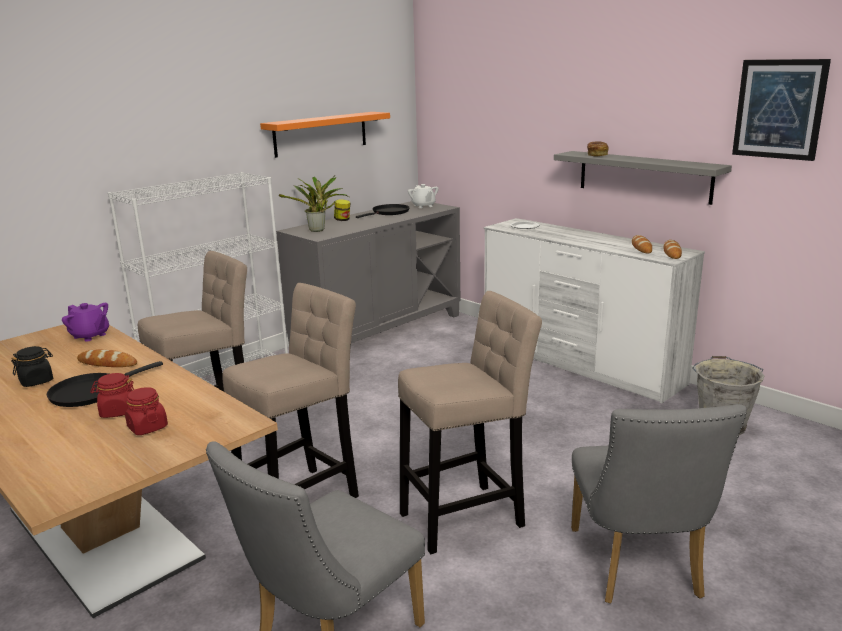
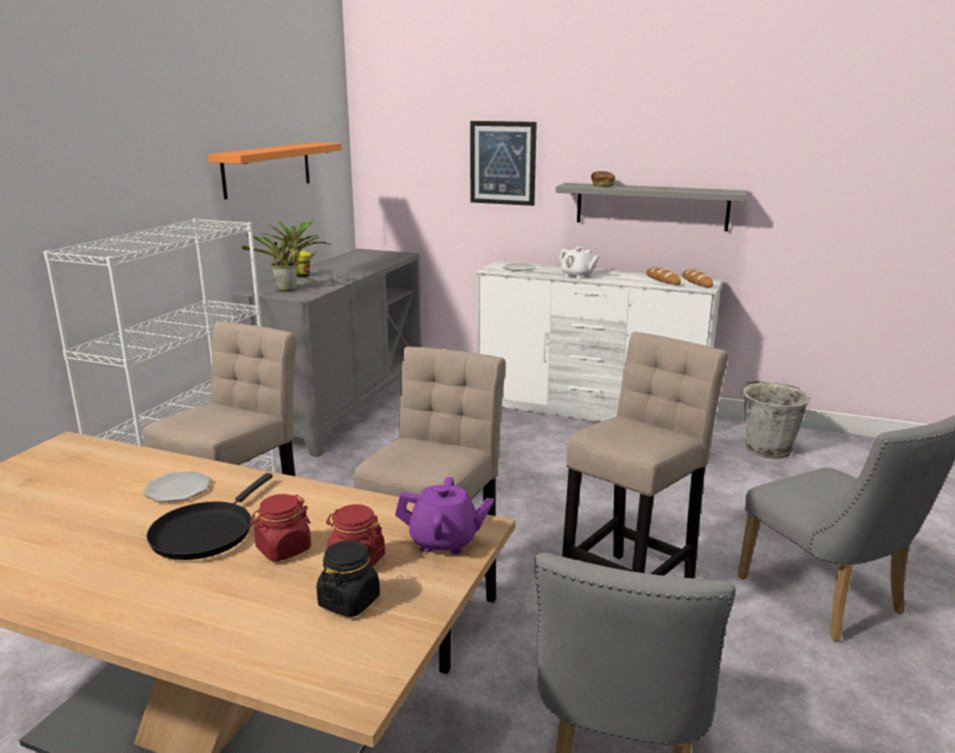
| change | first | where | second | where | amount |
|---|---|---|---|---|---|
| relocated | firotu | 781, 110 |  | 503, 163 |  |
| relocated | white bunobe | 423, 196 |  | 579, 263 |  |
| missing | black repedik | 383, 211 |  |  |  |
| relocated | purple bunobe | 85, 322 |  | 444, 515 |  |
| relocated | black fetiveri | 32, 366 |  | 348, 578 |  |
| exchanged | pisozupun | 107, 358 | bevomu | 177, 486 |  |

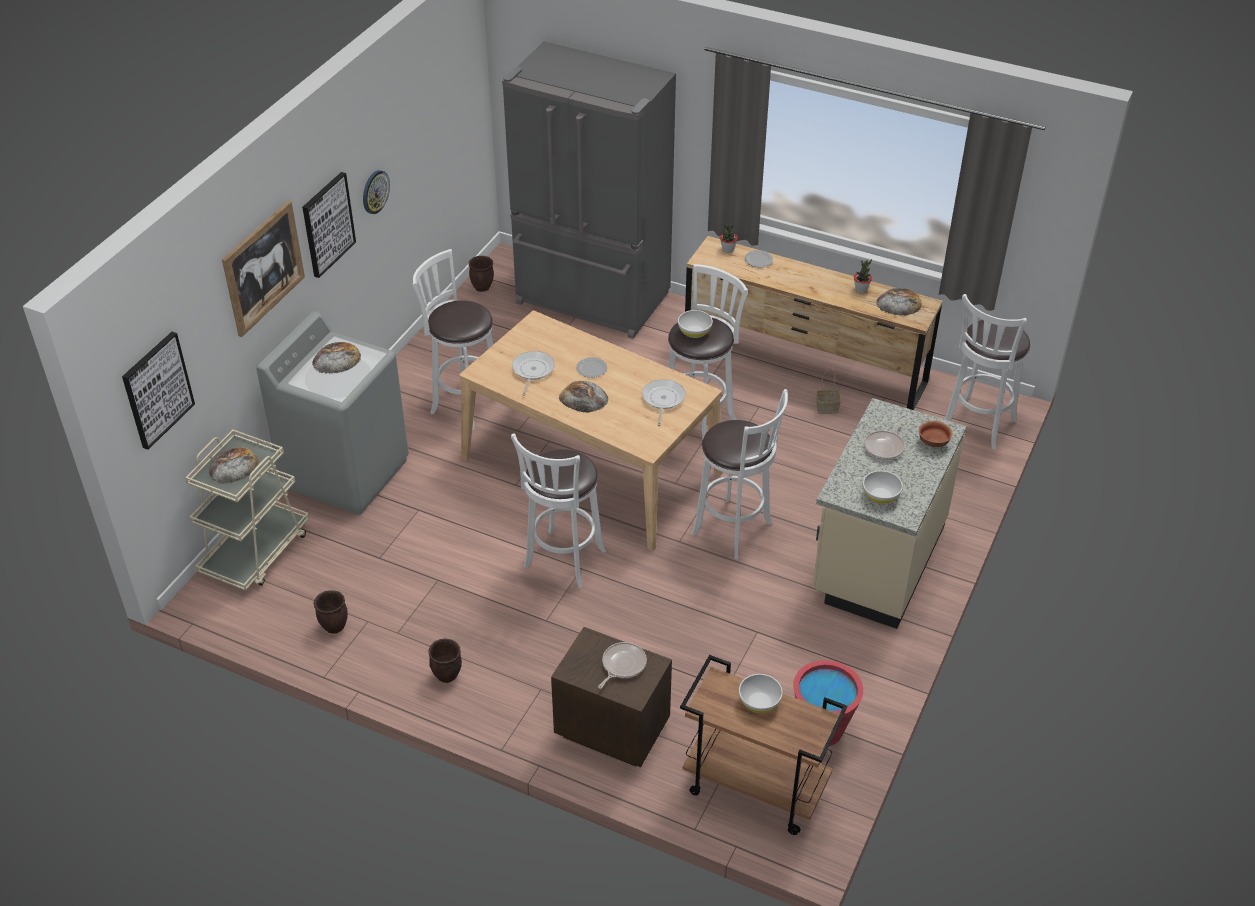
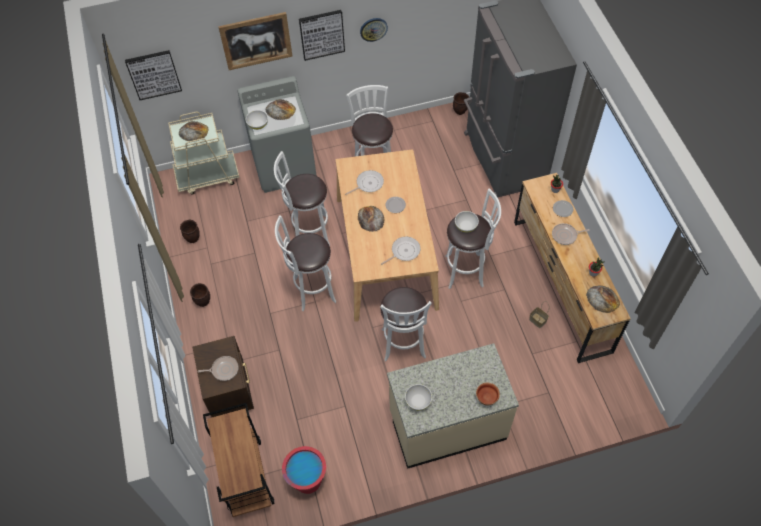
| change | first | where | second | where | amount |
|---|---|---|---|---|---|
| relocated | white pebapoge | 987, 372 |  | 302, 198 |  |
| relocated | repedik | 884, 440 |  | 571, 234 |  |
| relocated | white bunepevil | 761, 693 |  | 257, 120 |  |

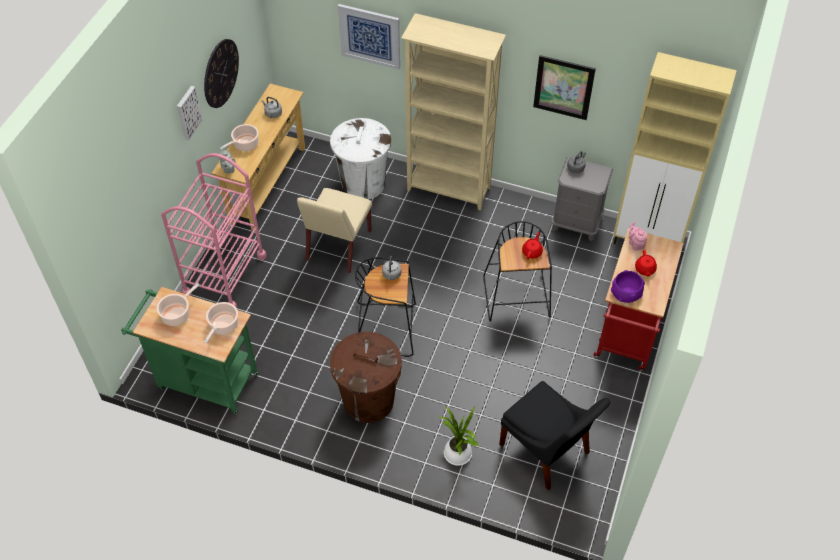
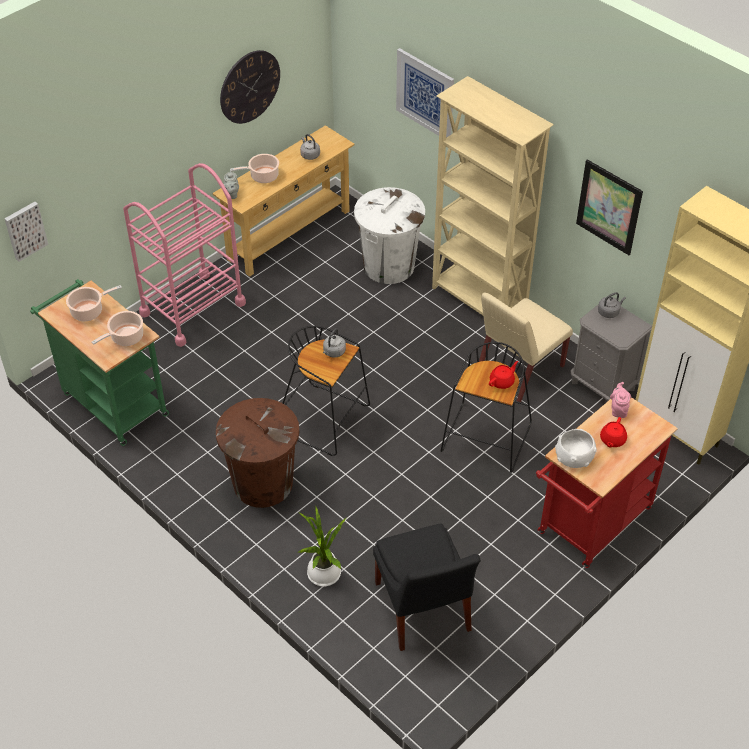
| change | first | where | second | where | amount |
|---|---|---|---|---|---|
| relocated | firotu | 190, 113 |  | 26, 232 |  |
| relocated | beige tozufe | 334, 230 |  | 526, 347 |  |
| colour | purple bunepevil | 628, 286 | white bunepevil | 576, 448 |  |

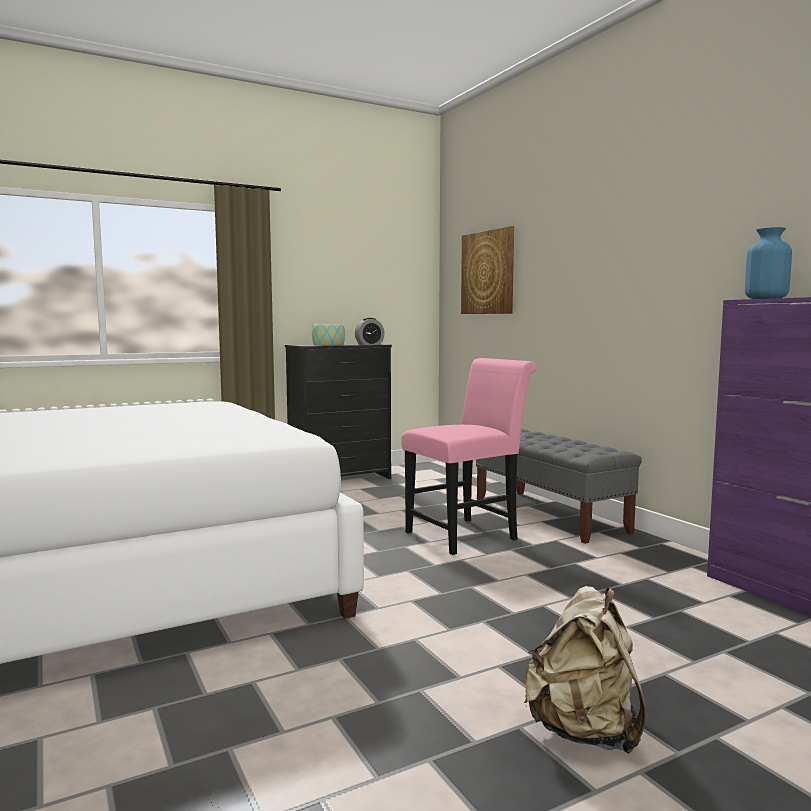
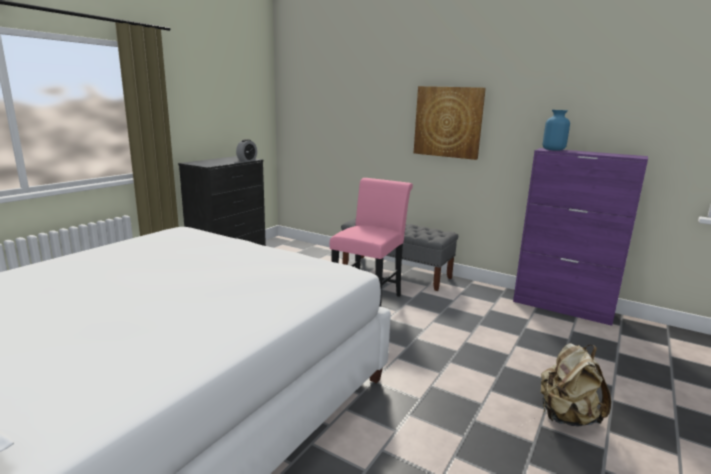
| change | first | where | second | where | amount |
|---|---|---|---|---|---|
| relocated | firotu | 487, 270 |  | 450, 123 |  |
| missing | bunepevil | 328, 334 |  |  |  |

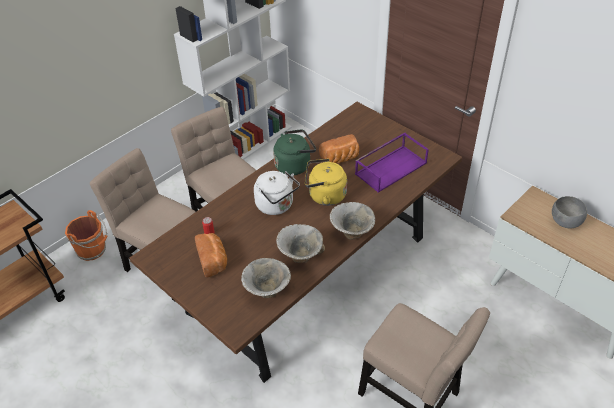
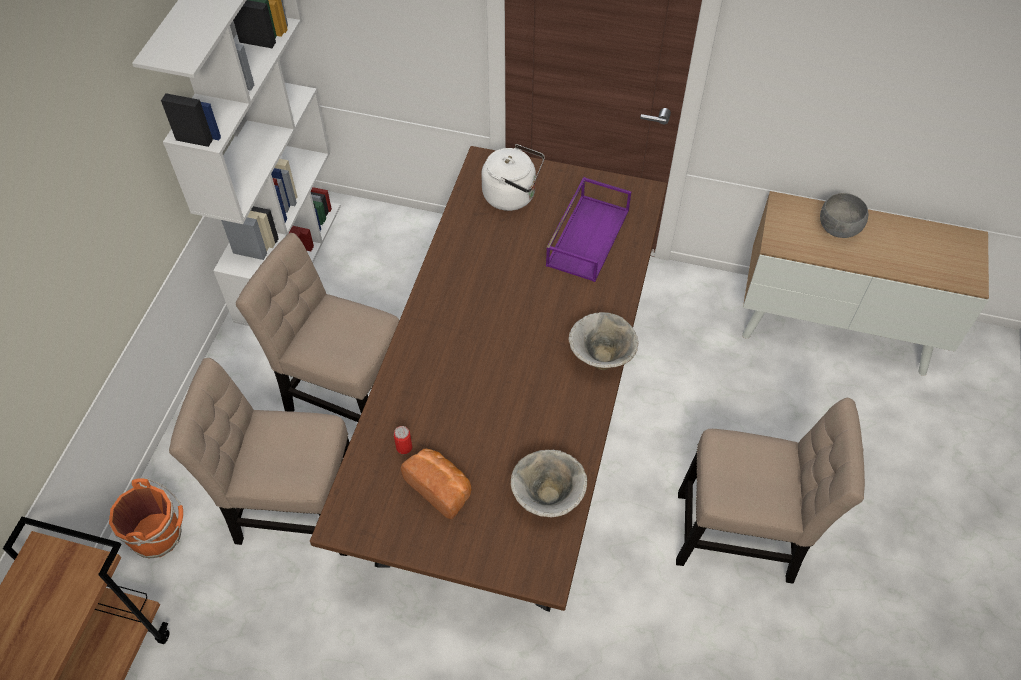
| change | first | where | second | where | amount |
|---|---|---|---|---|---|
| missing | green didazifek | 294, 152 |  |  |  |
| missing | pisozupun | 339, 149 |  |  |  |
| missing | yellow didazifek | 326, 182 |  |  |  |
| relocated | white didazifek | 277, 193 |  | 513, 177 |  |
| missing | bunepevil | 300, 243 |  |  |  |

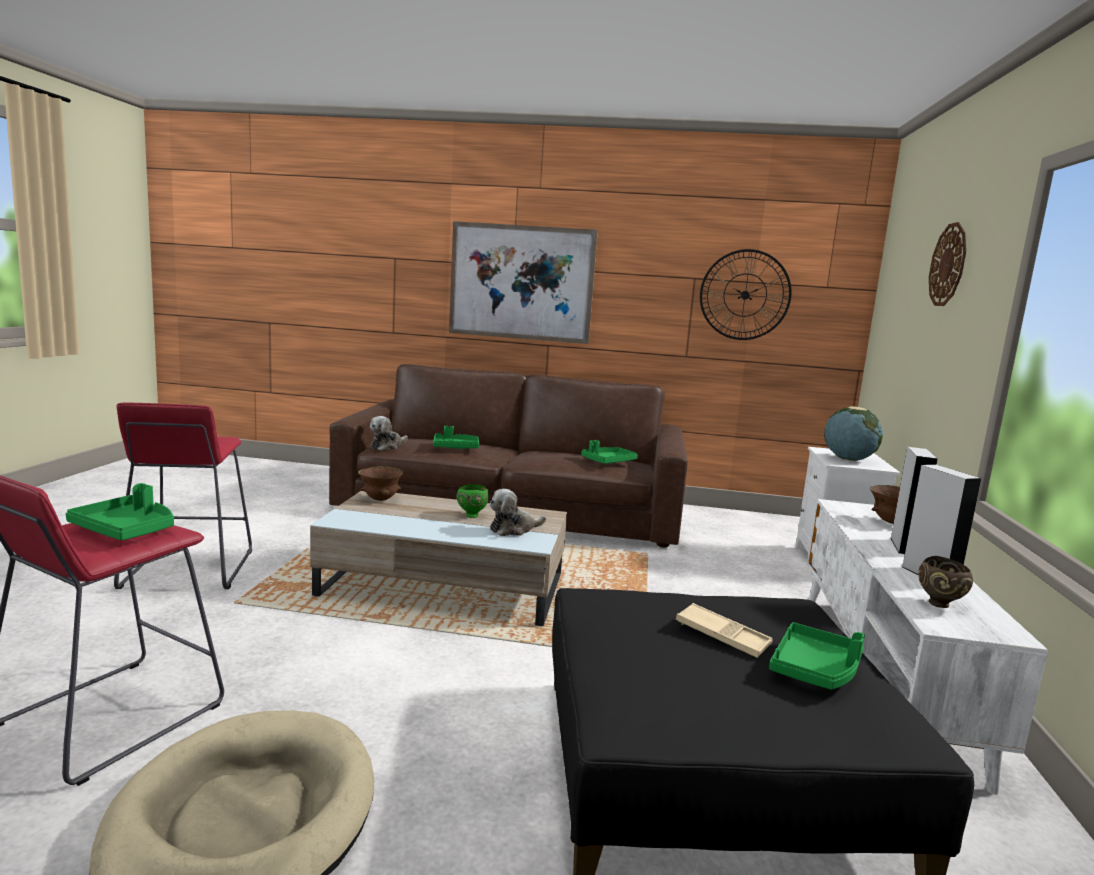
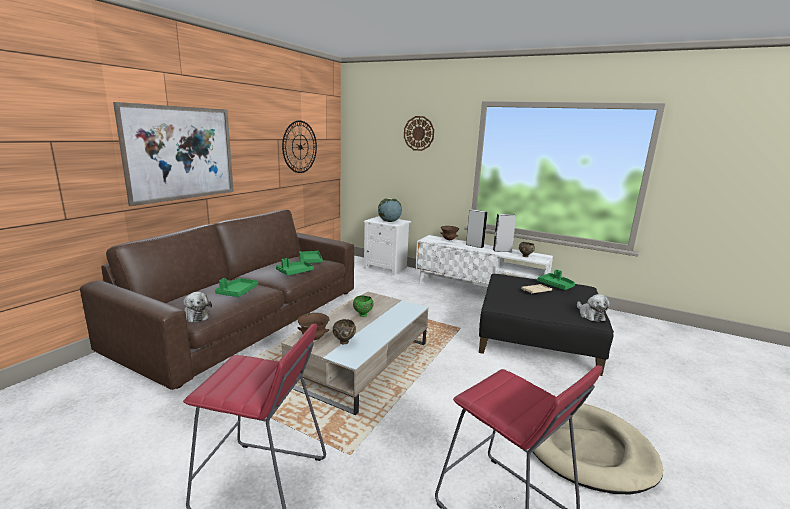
| change | first | where | second | where | amount |
|---|---|---|---|---|---|
| relocated | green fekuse | 120, 512 |  | 295, 267 |  |
| relocated | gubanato | 517, 512 |  | 593, 308 |  |
| appeared |  |  | brown bunepevil | 344, 331 |  |

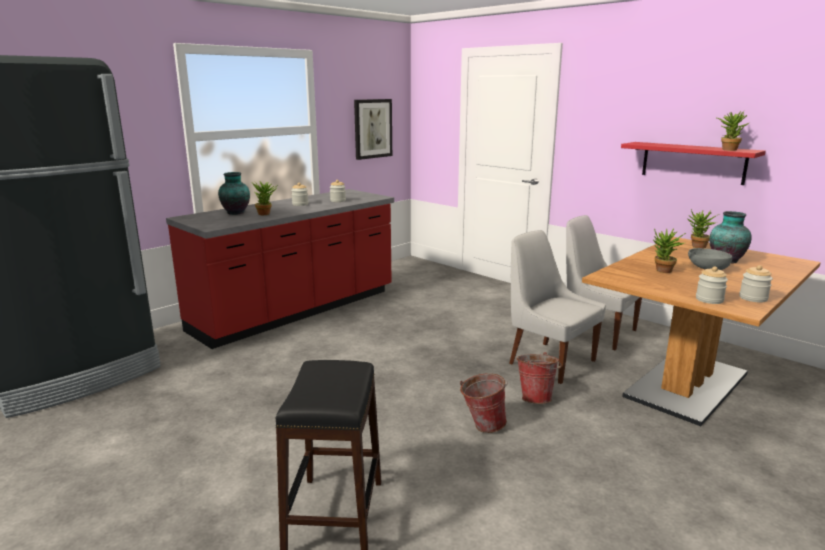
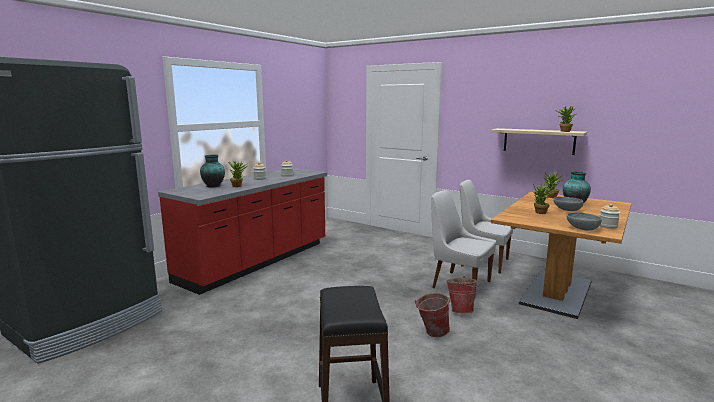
| change | first | where | second | where | amount |
|---|---|---|---|---|---|
| missing | firotu | 373, 129 |  |  |  |
| colour | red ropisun | 693, 163 | beige ropisun | 539, 141 |  |
| exchanged | fetiveri | 712, 285 | grey bunepevil | 584, 221 |  |

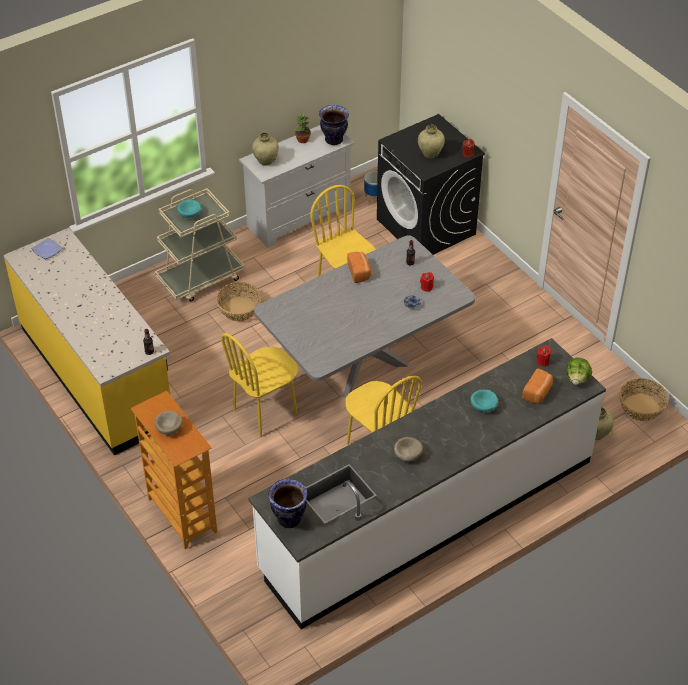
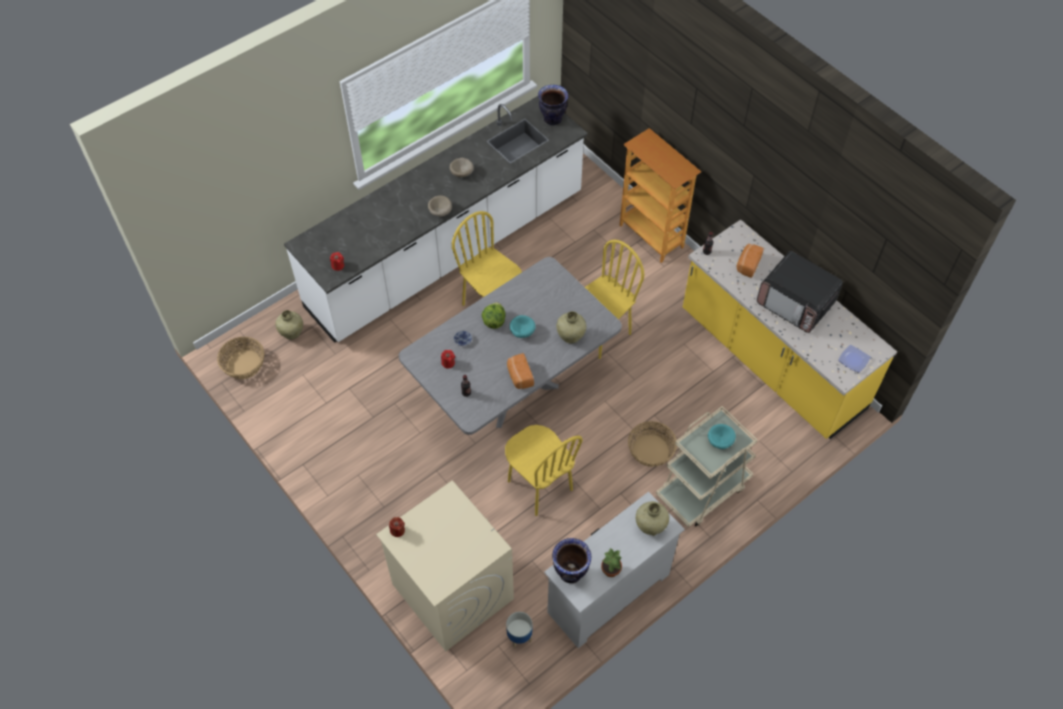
| change | first | where | second | where | amount |
|---|---|---|---|---|---|
| colour | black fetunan | 431, 184 | beige fetunan | 445, 565 |  |
| relocated | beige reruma | 431, 141 |  | 571, 327 |  |
| relocated | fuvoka | 579, 371 |  | 493, 315 |  |
| relocated | pisozupun | 537, 386 |  | 750, 261 |  |
| relocated | turquoise bunepevil | 484, 400 |  | 523, 326 |  |
| relocated | beige bunepevil | 168, 423 |  | 440, 206 |  |
| appeared |  |  | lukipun | 800, 292 |  |

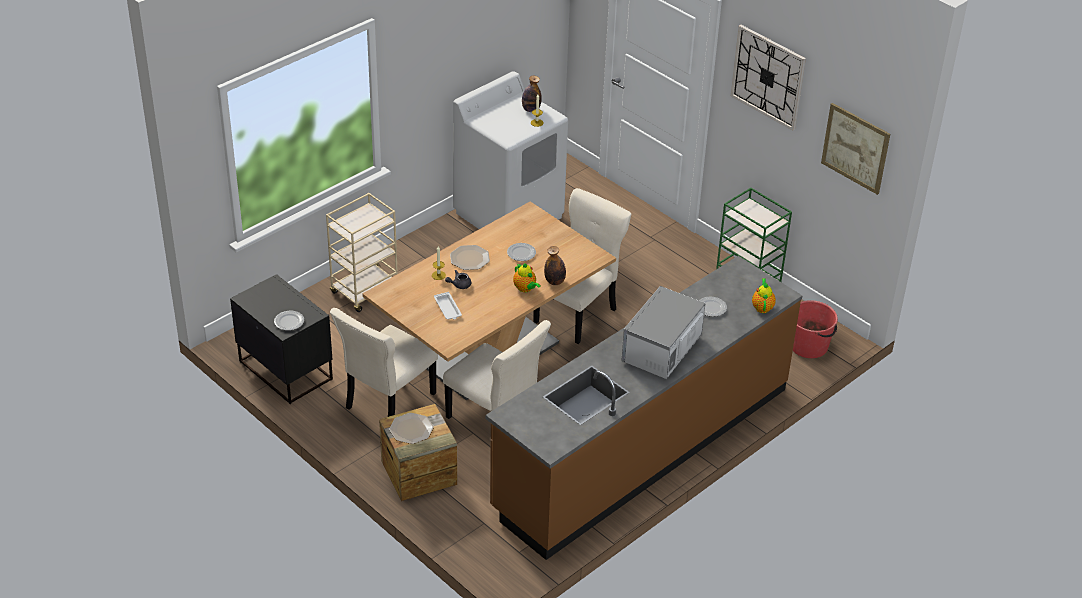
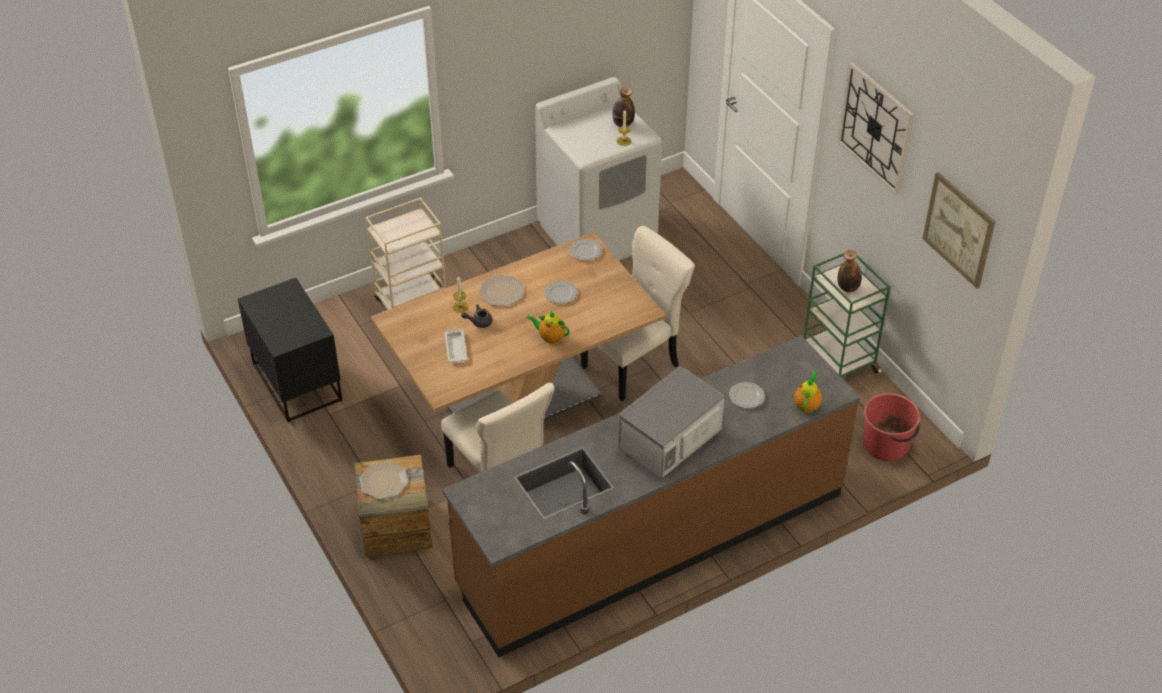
| change | first | where | second | where | amount |
|---|---|---|---|---|---|
| relocated | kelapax | 555, 265 |  | 850, 271 |  |
| spun | bunobe | 527, 277 |  | 548, 328 | 135 degrees clockwise |
| missing | beige tozufe | 384, 362 |  |  |  |
| relocated | bevomu | 289, 320 |  | 586, 250 |  |

